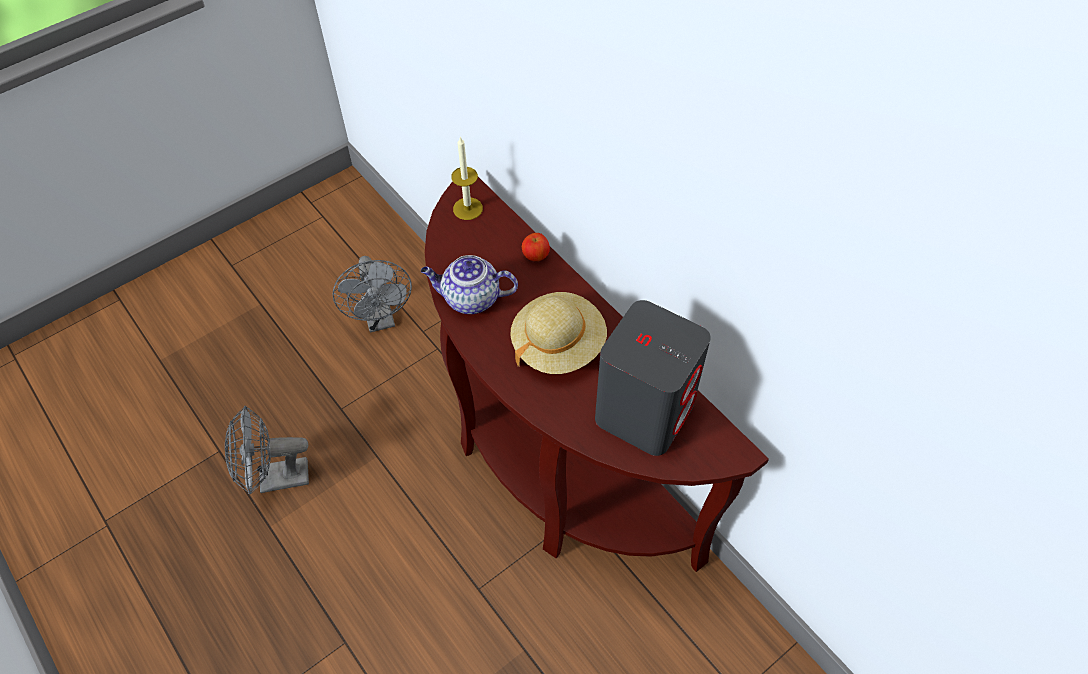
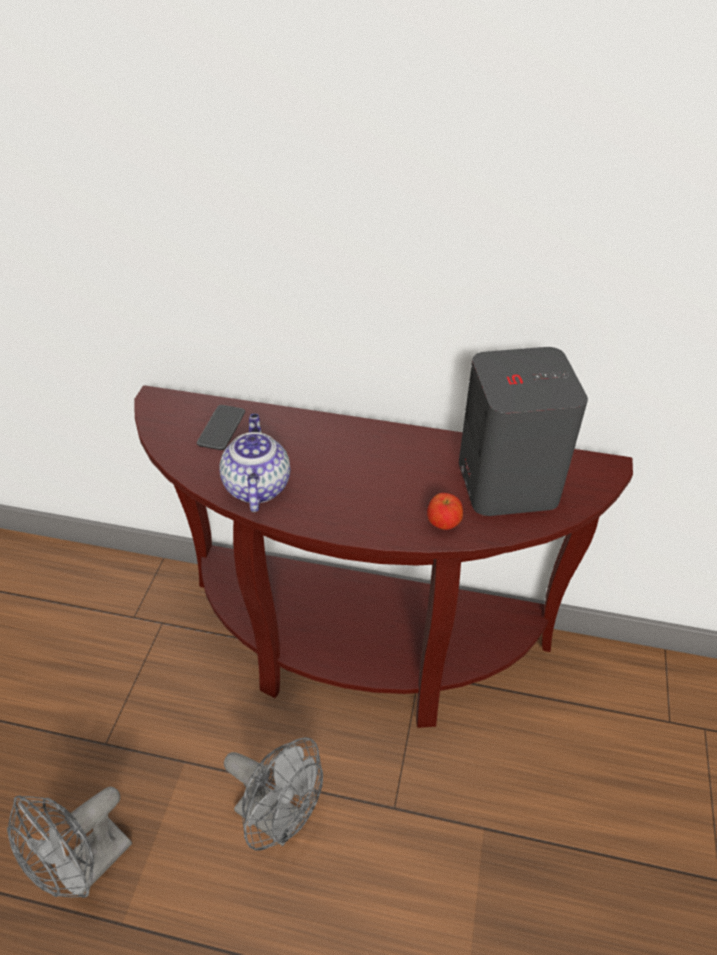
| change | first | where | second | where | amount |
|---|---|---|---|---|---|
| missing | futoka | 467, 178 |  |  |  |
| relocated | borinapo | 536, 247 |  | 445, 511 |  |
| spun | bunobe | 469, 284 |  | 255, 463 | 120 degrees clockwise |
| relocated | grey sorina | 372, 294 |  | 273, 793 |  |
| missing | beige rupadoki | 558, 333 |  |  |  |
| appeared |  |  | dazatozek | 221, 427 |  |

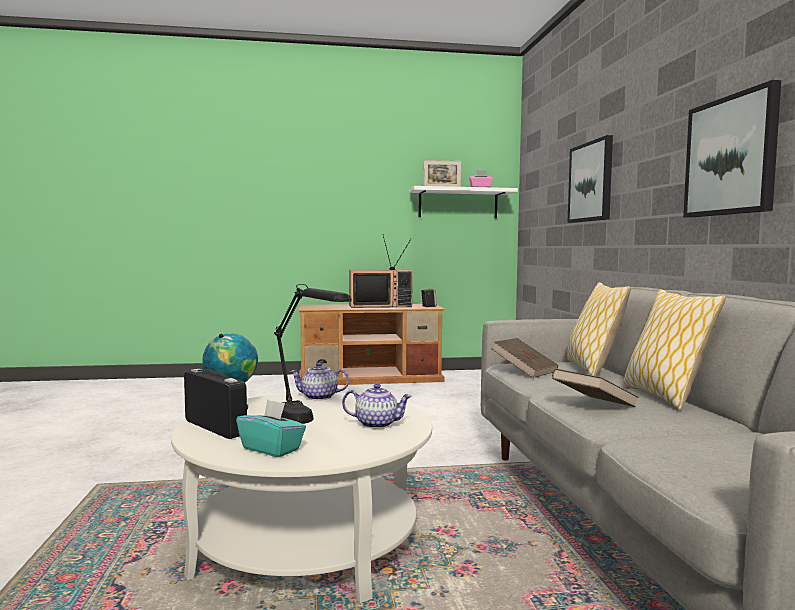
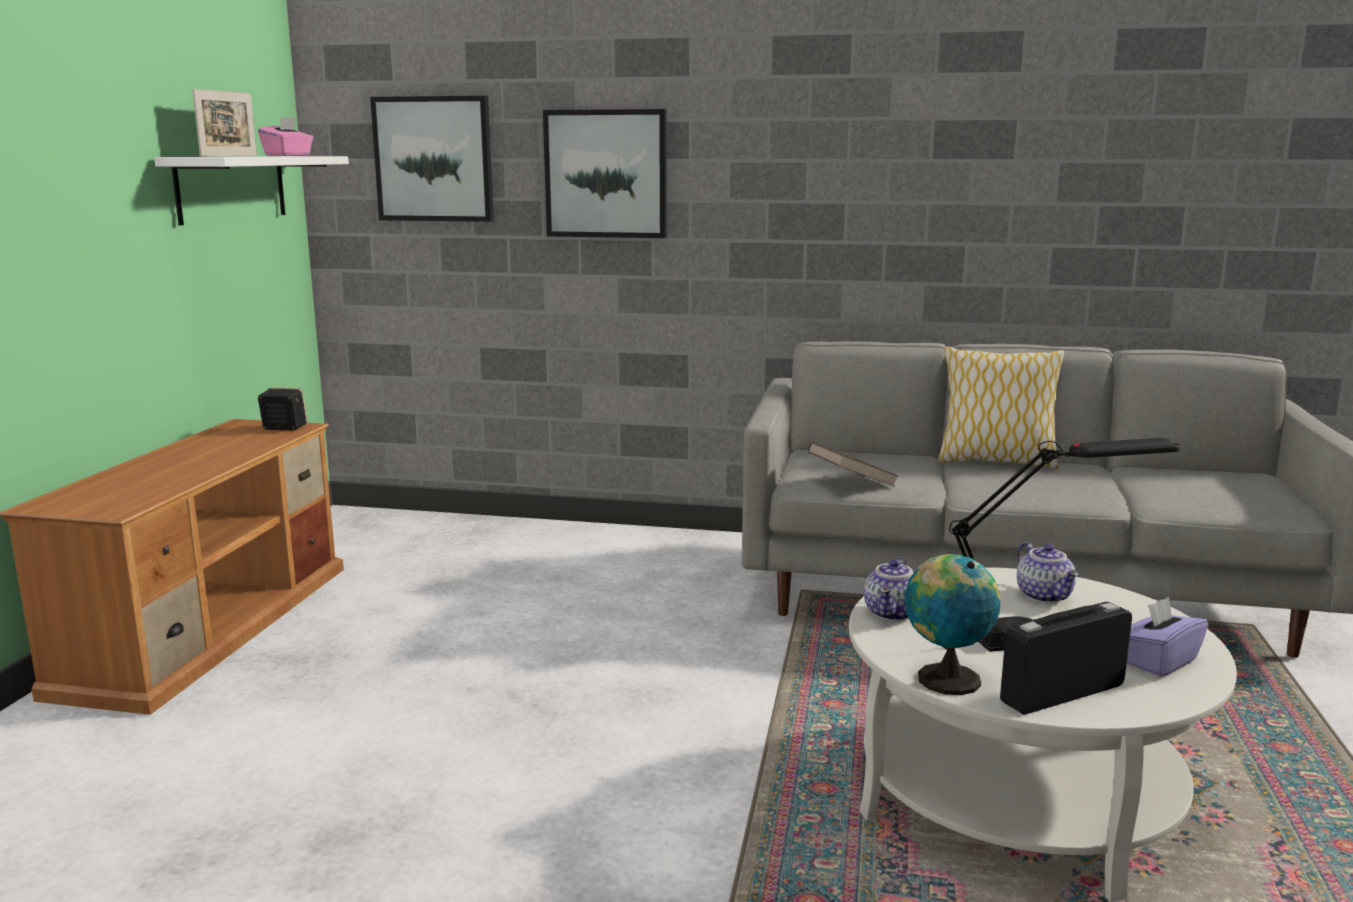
| change | first | where | second | where | amount |
|---|---|---|---|---|---|
| relocated | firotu | 732, 149 |  | 432, 159 |  |
| missing | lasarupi | 381, 271 |  |  |  |
| missing | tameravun | 599, 329 |  |  |  |
| missing | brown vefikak | 595, 388 |  |  |  |
| spun | bunobe | 377, 406 |  | 1048, 572 | 135 degrees clockwise |
| colour | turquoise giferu | 271, 428 | purple giferu | 1167, 637 |  |

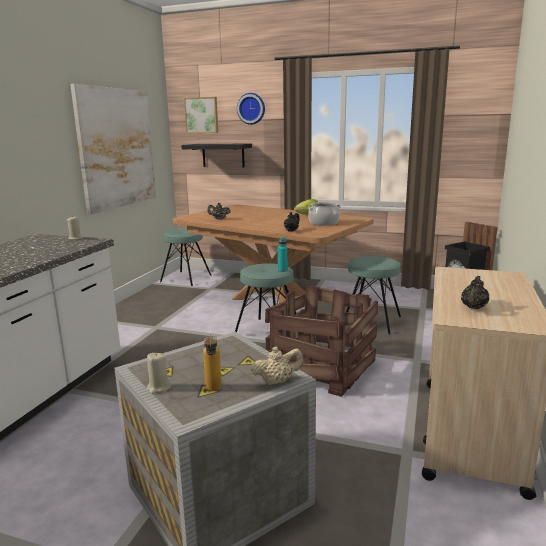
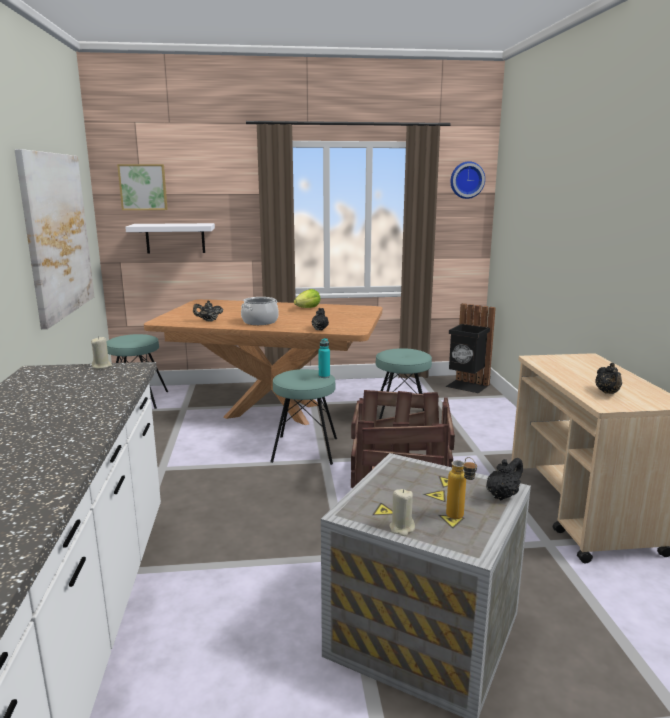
| change | first | where | second | where | amount |
|---|---|---|---|---|---|
| relocated | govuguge | 251, 109 |  | 467, 180 |  |
| colour | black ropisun | 216, 155 | white ropisun | 170, 238 |  |
| relocated | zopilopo | 324, 214 |  | 260, 311 |  |
| colour | beige bunobe | 276, 366 | black bunobe | 504, 479 |  |

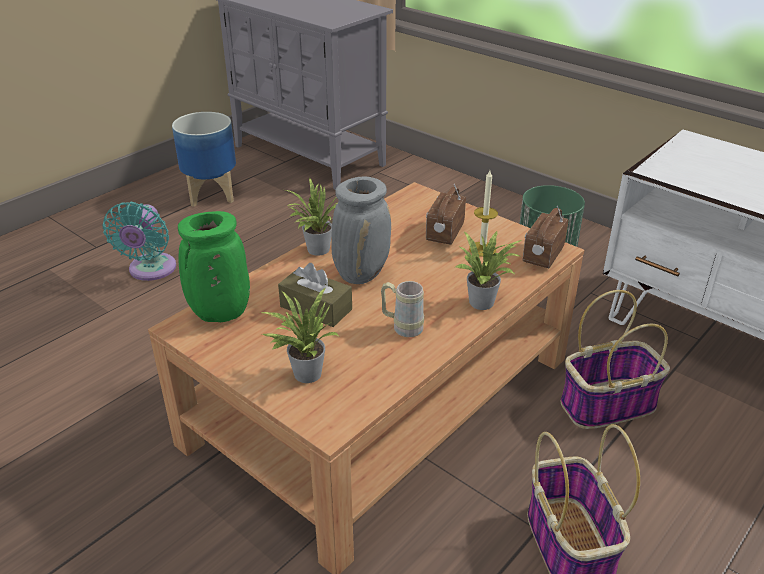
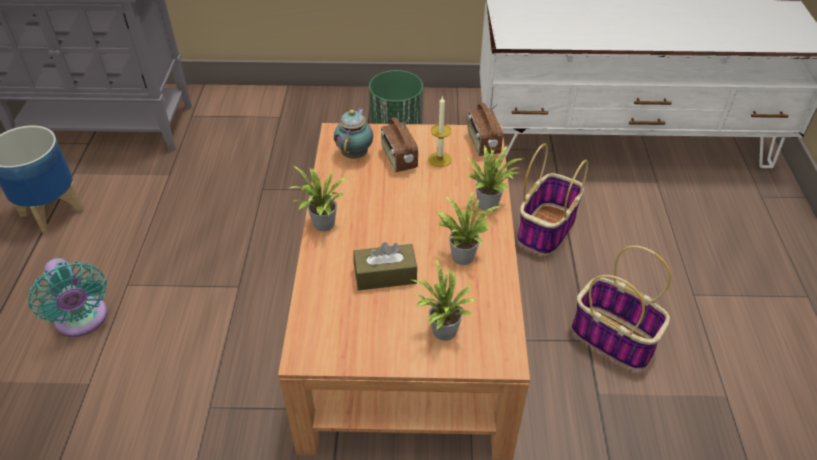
| change | first | where | second | where | amount |
|---|---|---|---|---|---|
| missing | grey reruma | 361, 230 |  |  |  |
| missing | green reruma | 214, 266 |  |  |  |
| exchanged | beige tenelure | 402, 309 | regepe | 467, 227 |  |
| appeared |  |  | bunobe | 353, 133 |  |

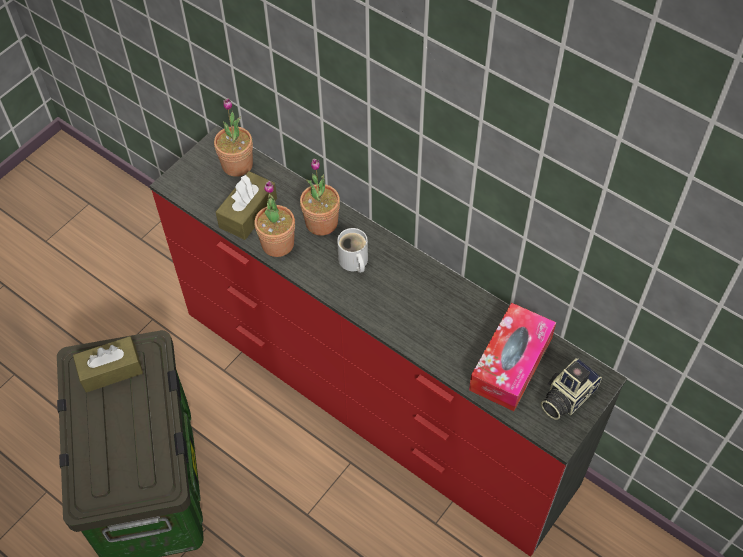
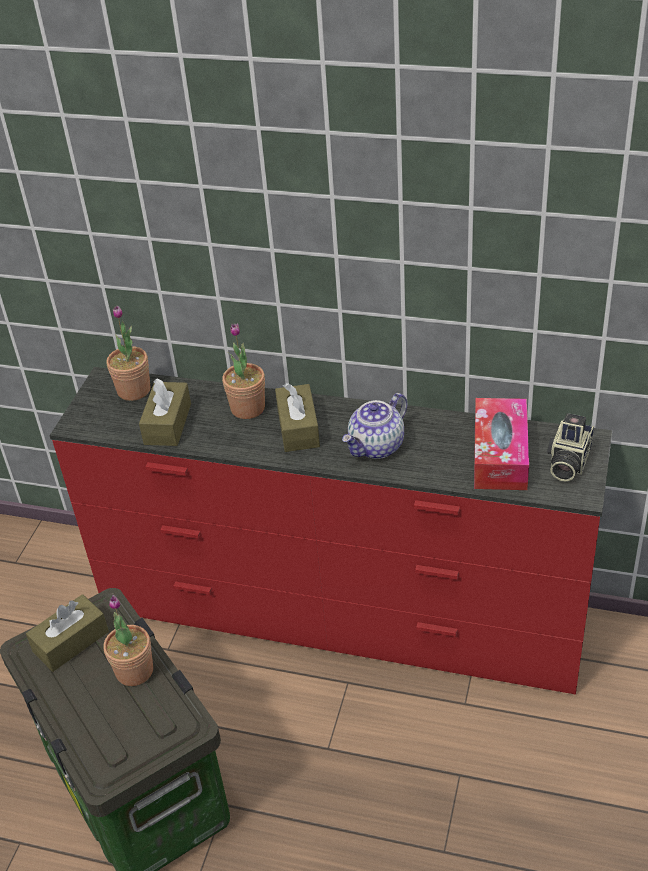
| change | first | where | second | where | amount |
|---|---|---|---|---|---|
| relocated | regepe | 274, 219 |  | 128, 640 |  |
| exchanged | white tenelure | 352, 250 | brown giferu | 297, 417 |  |
| appeared |  |  | bunobe | 374, 426 |  |

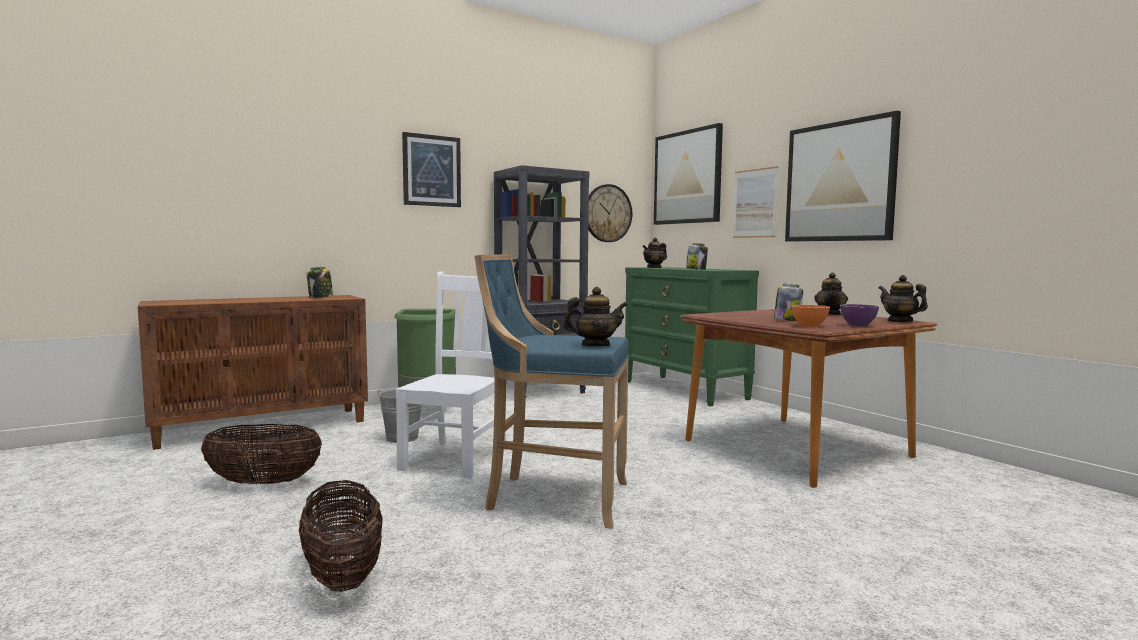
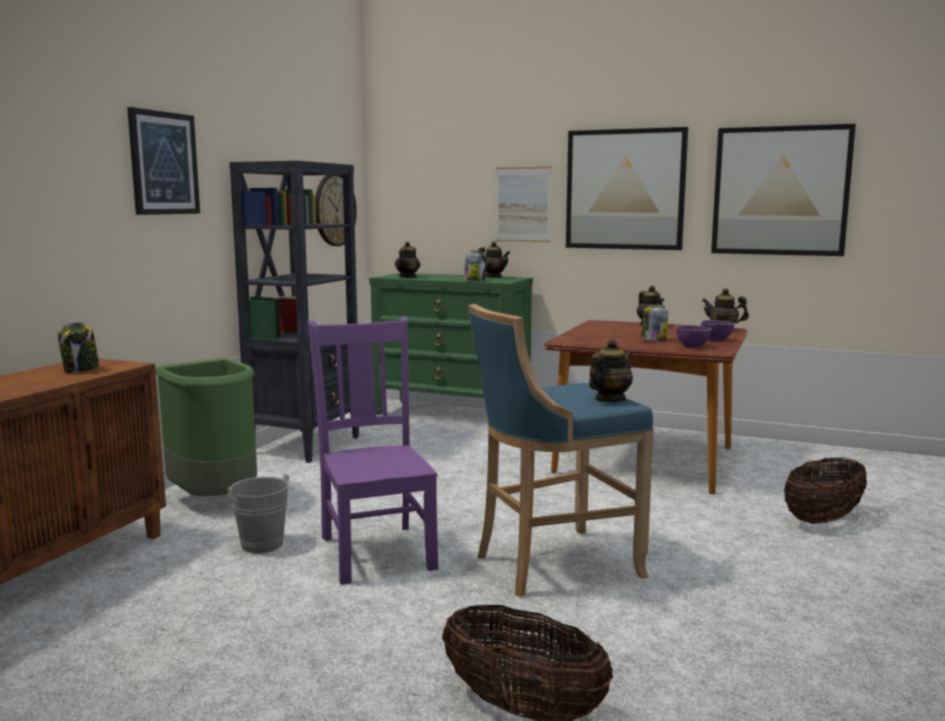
| change | first | where | second | where | amount |
|---|---|---|---|---|---|
| relocated | firotu | 688, 174 |  | 783, 190 |  |
| colour | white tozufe | 450, 375 | purple tozufe | 373, 450 |  |
| colour | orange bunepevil | 811, 316 | purple bunepevil | 693, 336 |  |
| relocated | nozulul | 261, 454 |  | 825, 491 |  |
| appeared |  |  | bunobe | 494, 259 |  |

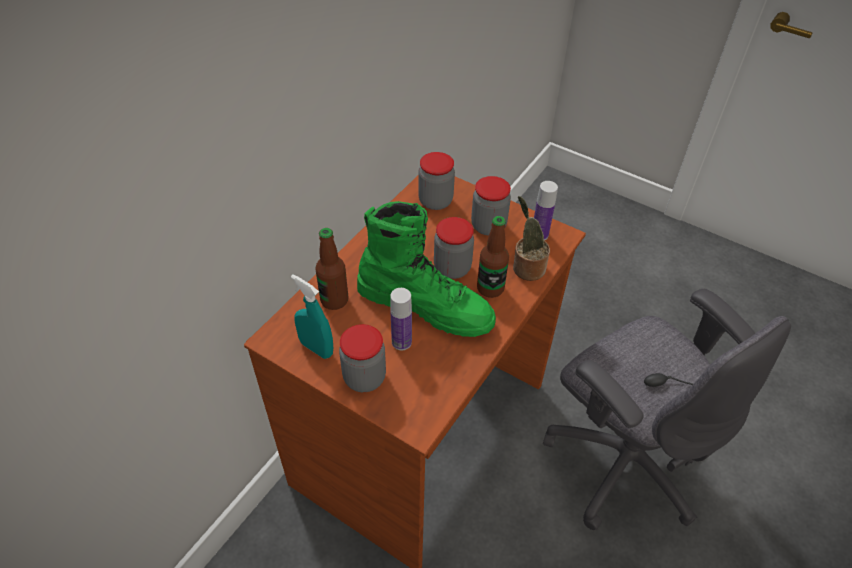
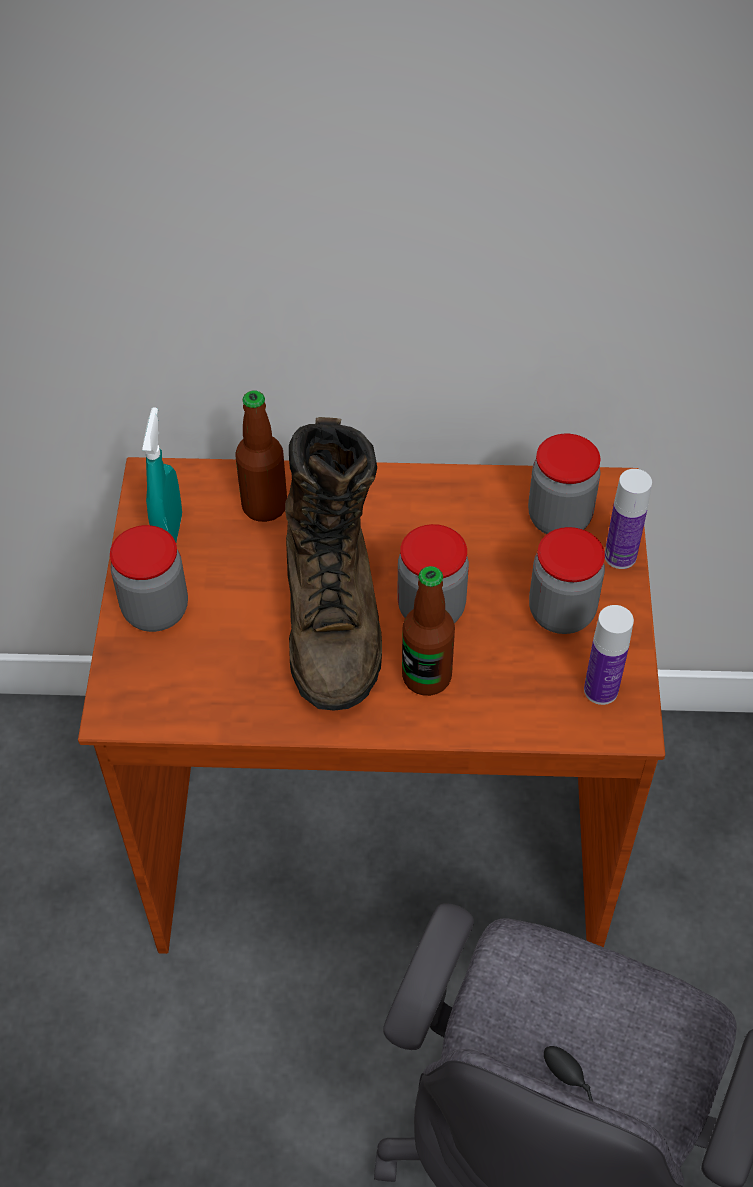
| change | first | where | second | where | amount |
|---|---|---|---|---|---|
| missing | regepe | 531, 238 |  |  |  |
| colour | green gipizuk | 426, 269 | brown gipizuk | 333, 564 |  |
| relocated | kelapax | 401, 319 |  | 628, 519 |  |

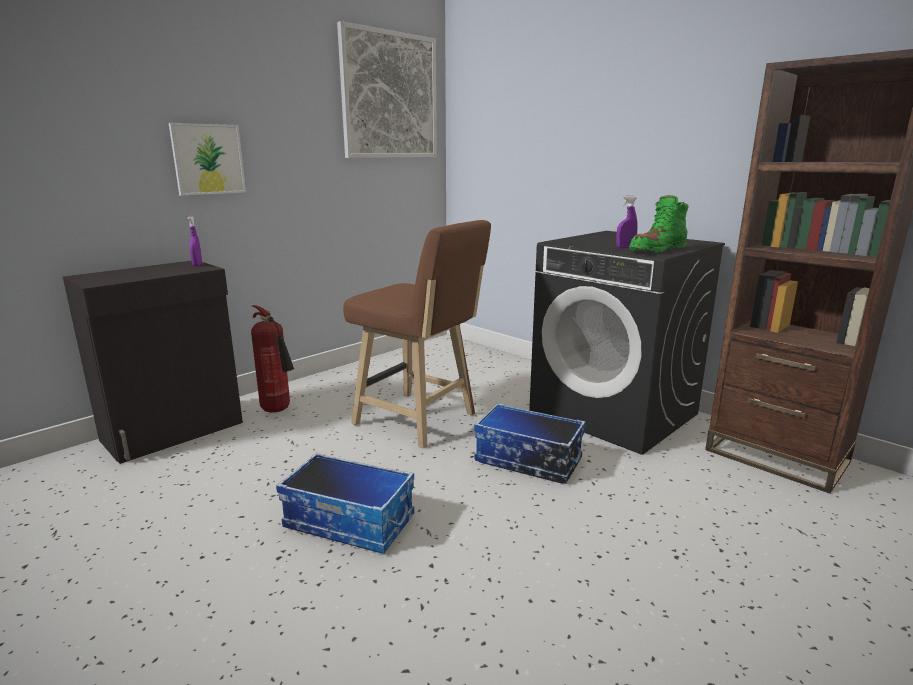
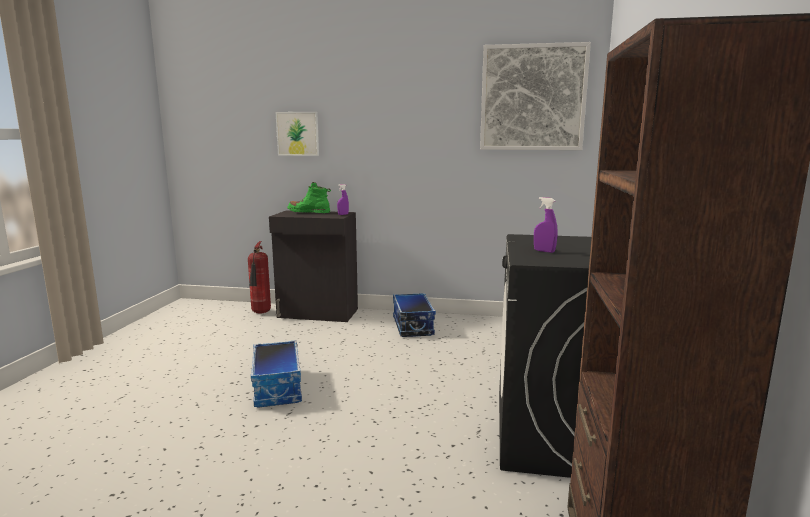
| change | first | where | second | where | amount |
|---|---|---|---|---|---|
| relocated | firotu | 207, 159 |  | 297, 134 |  |
| relocated | green gipizuk | 659, 224 |  | 309, 197 |  |
| missing | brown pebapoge | 417, 334 |  |  |  |
| relocated | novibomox | 272, 359 |  | 259, 277 |  |
| relocated | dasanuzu | 530, 443 |  | 414, 315 |  |

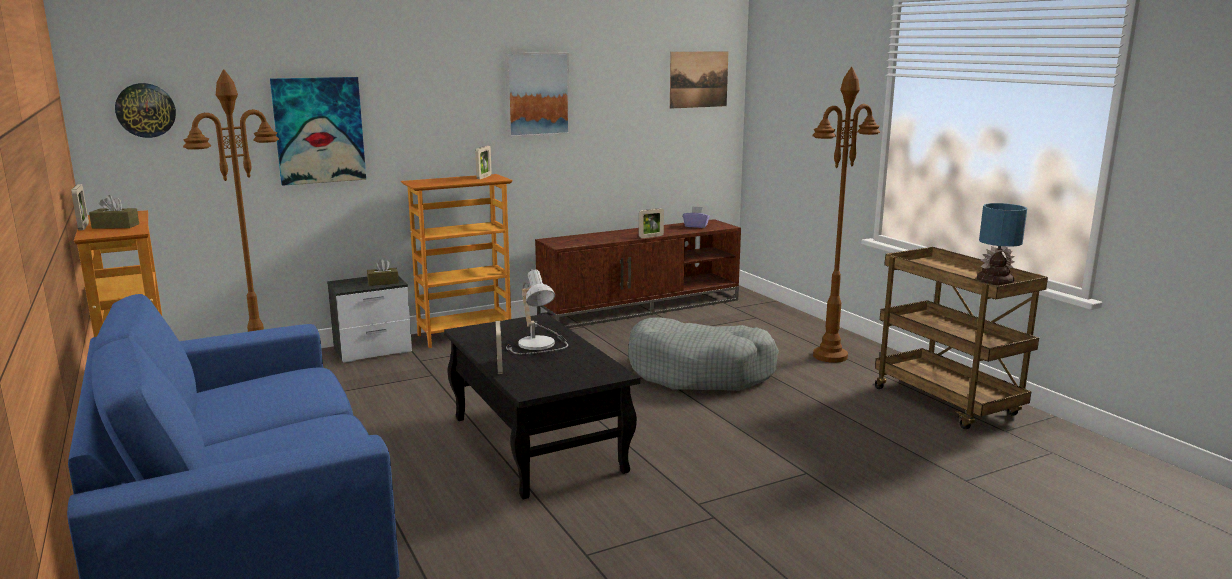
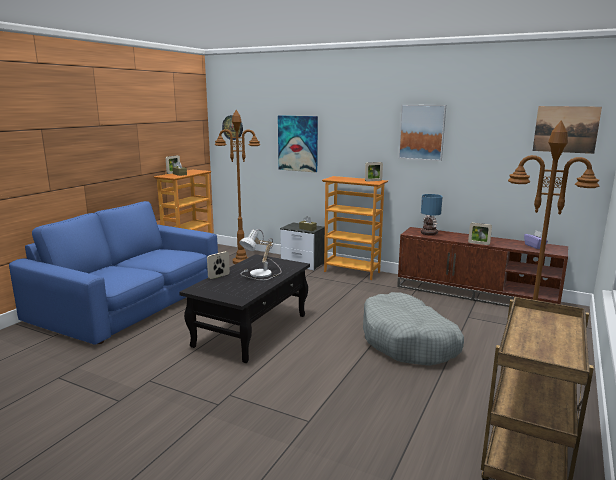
| change | first | where | second | where | amount |
|---|---|---|---|---|---|
| relocated | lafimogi | 1002, 244 |  | 431, 214 |  |

